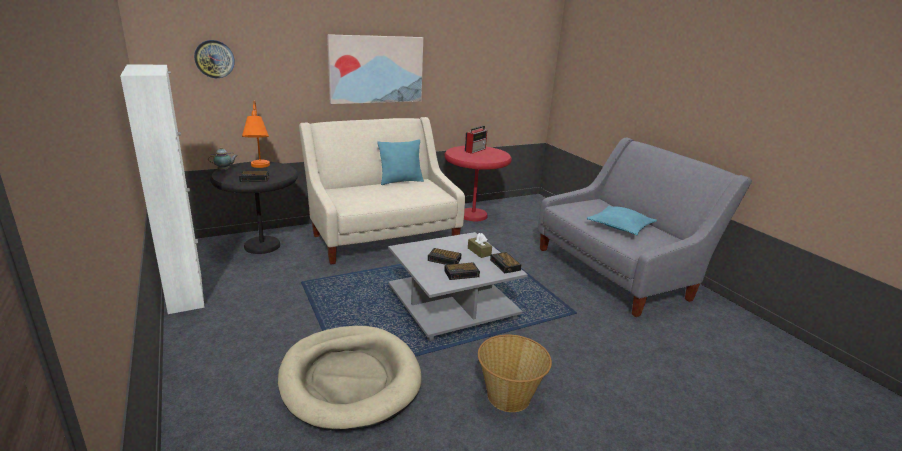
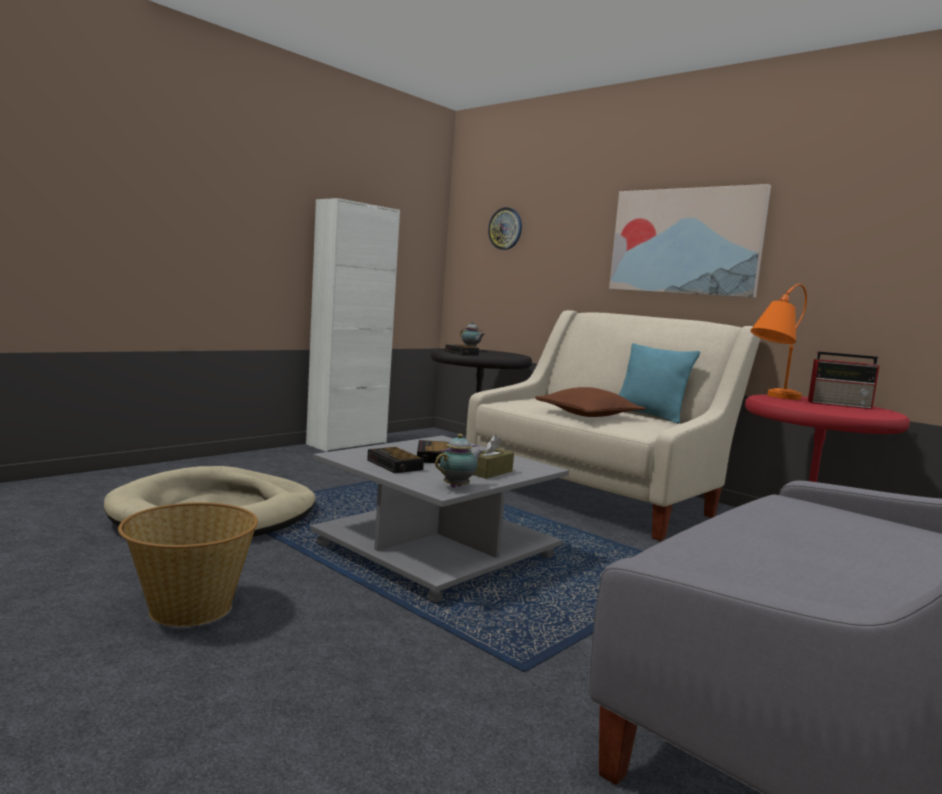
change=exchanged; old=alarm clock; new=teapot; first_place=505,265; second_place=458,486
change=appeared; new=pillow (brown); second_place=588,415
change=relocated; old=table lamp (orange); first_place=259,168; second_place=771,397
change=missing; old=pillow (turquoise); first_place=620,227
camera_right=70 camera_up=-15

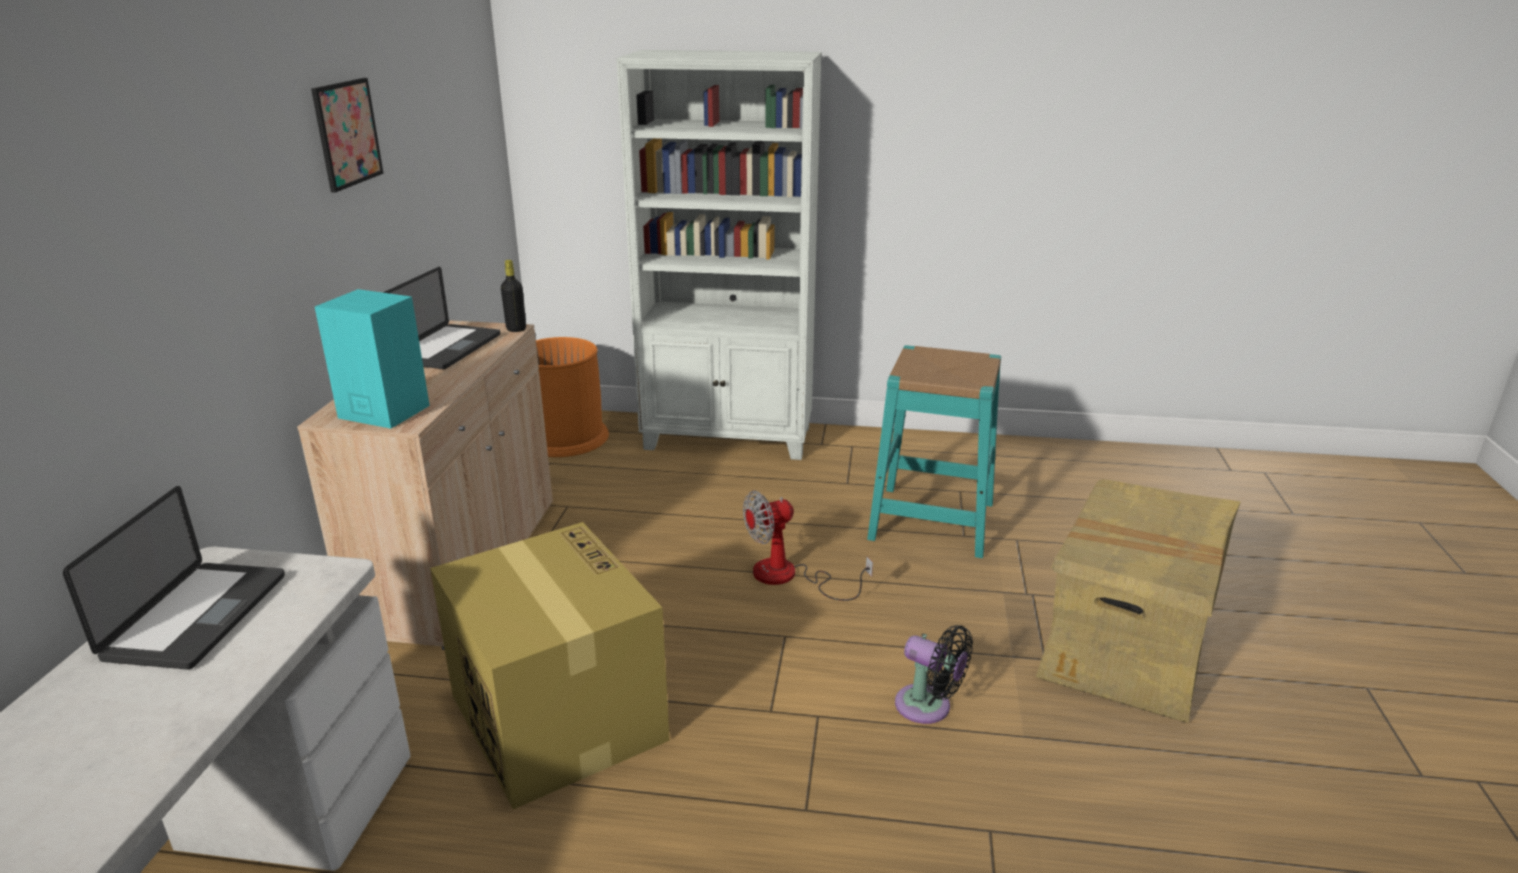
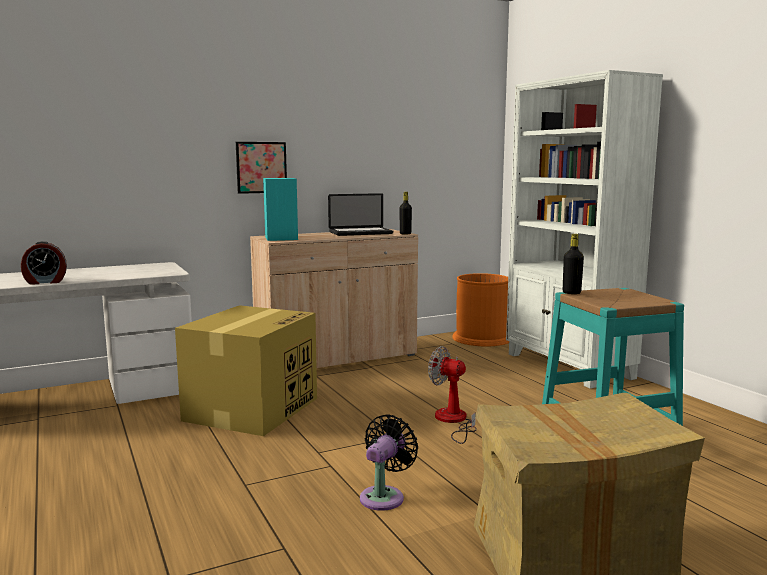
change=appeared; new=alarm clock; second_place=45,282
change=relocated; old=picture; first_place=347,133; second_place=261,167
change=spun; old=fan (black); first_place=928,707; second_place=384,496; degrees=-150
change=appeared; new=bottle (black); second_place=571,293
change=missing; old=laptop; first_place=197,616
camera_right=55 camera_up=-15

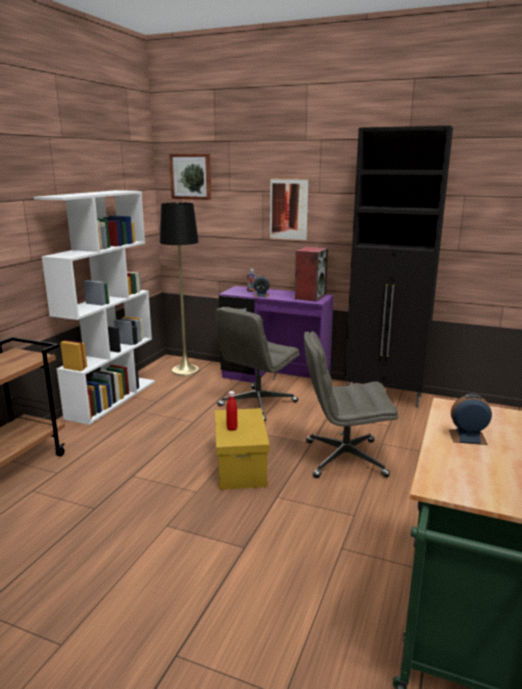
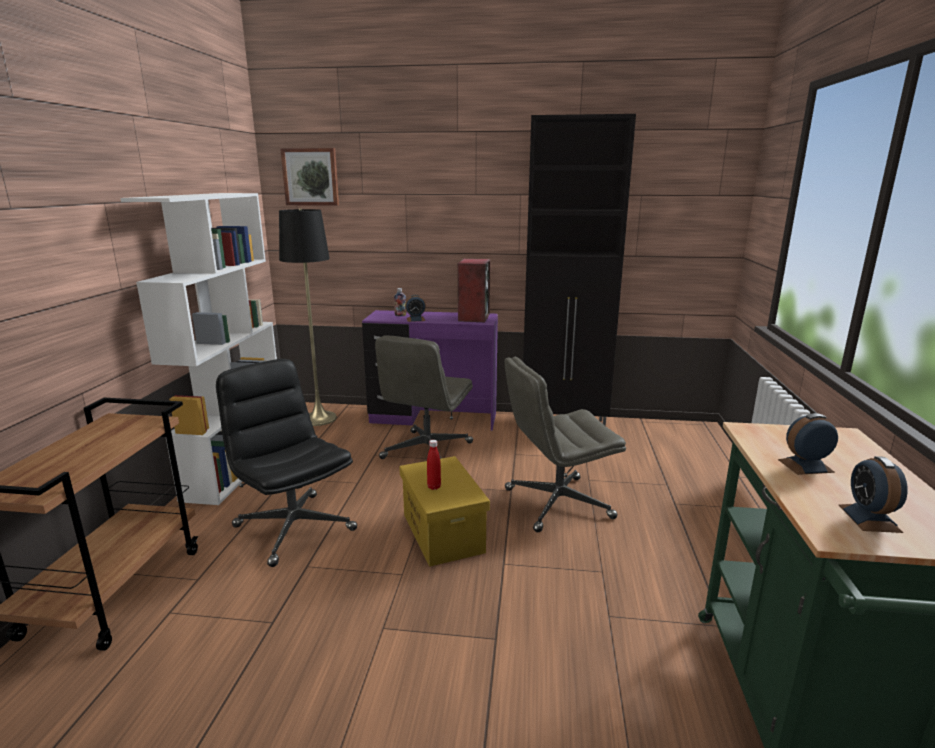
change=appeared; new=office chair (black); second_place=293,527
change=appeared; new=alarm clock; second_place=869,518
change=missing; old=picture; first_place=288,209
camera_right=-15 camera_up=0

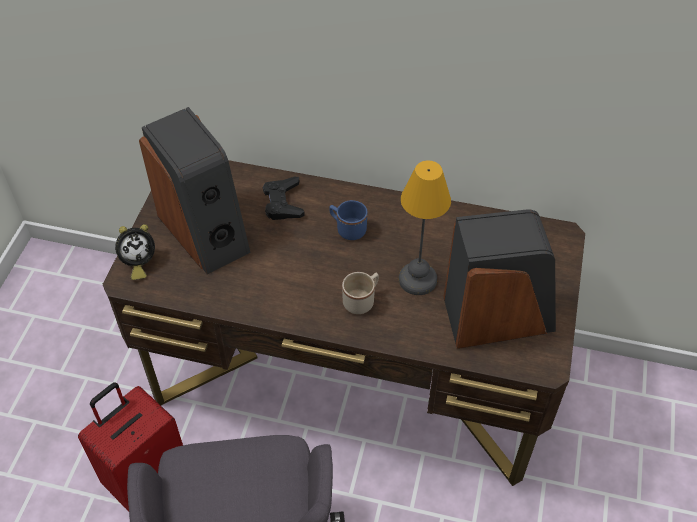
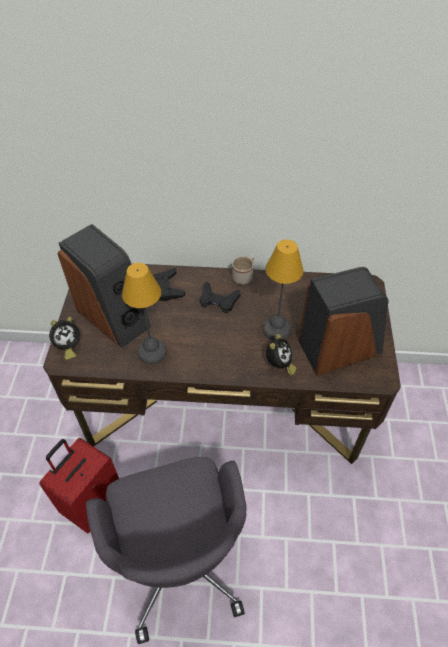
change=appeared; new=table lamp; second_place=151,352
change=exchanged; old=mug (blue); new=game controller (black); first_place=347,229; second_place=218,300
change=relocated; old=mug (beige); first_place=362,300; second_place=244,276
change=appeared; new=alarm clock; second_place=279,365
camera_right=-10 camera_up=0

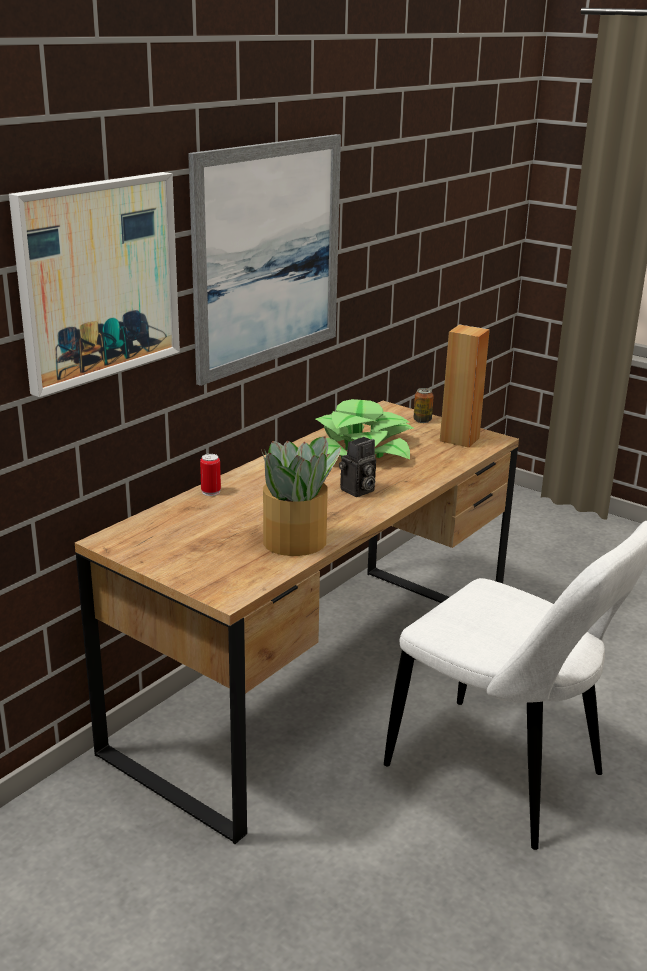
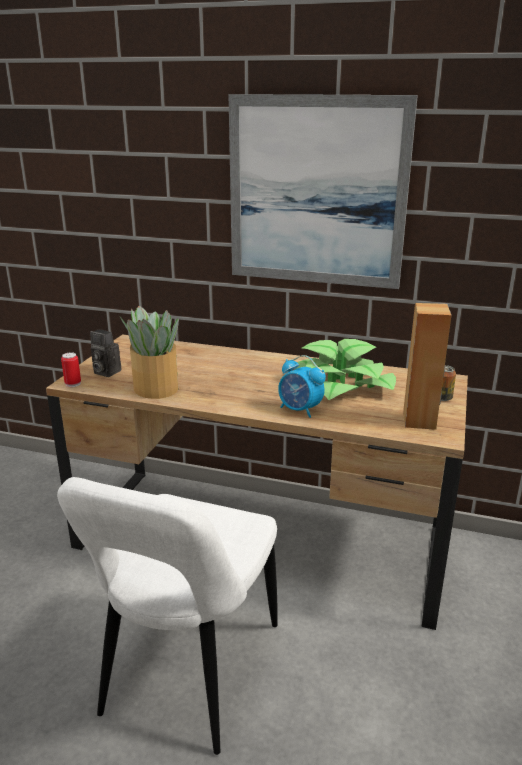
change=relocated; old=can; first_place=211,492; second_place=73,384
change=relocated; old=photo camera; first_place=357,491; second_place=105,372
change=appeared; new=alarm clock; second_place=300,410
change=missing; old=picture; first_place=98,280
camera_right=70 camera_up=0

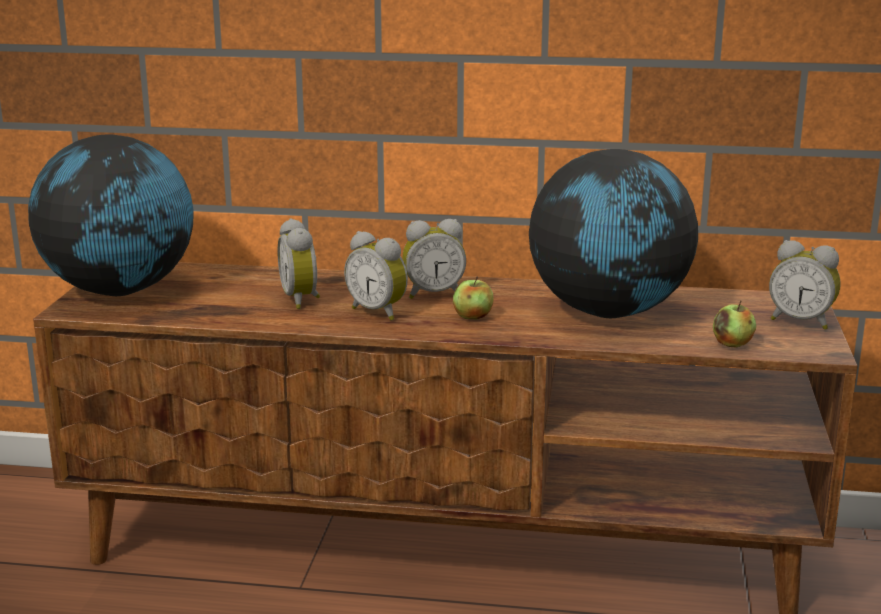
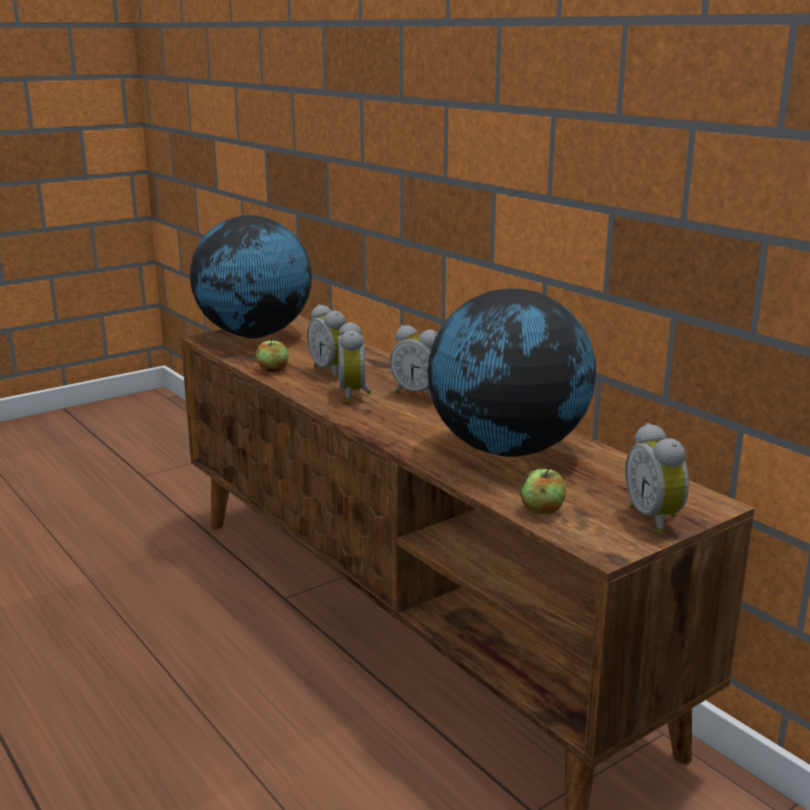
change=relocated; old=apple; first_place=472,317; second_place=272,370
change=spun; old=alarm clock; first_place=302,299; second_place=332,371; degrees=-60
camera_right=45 camera_up=0

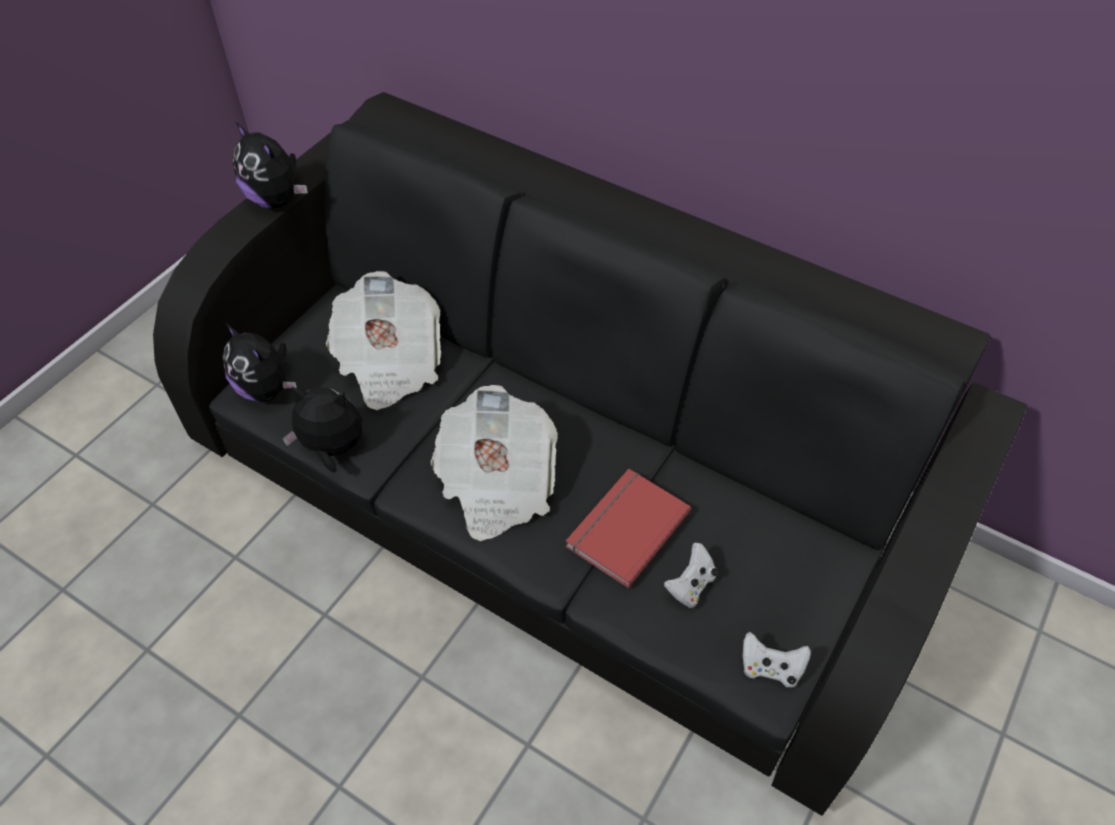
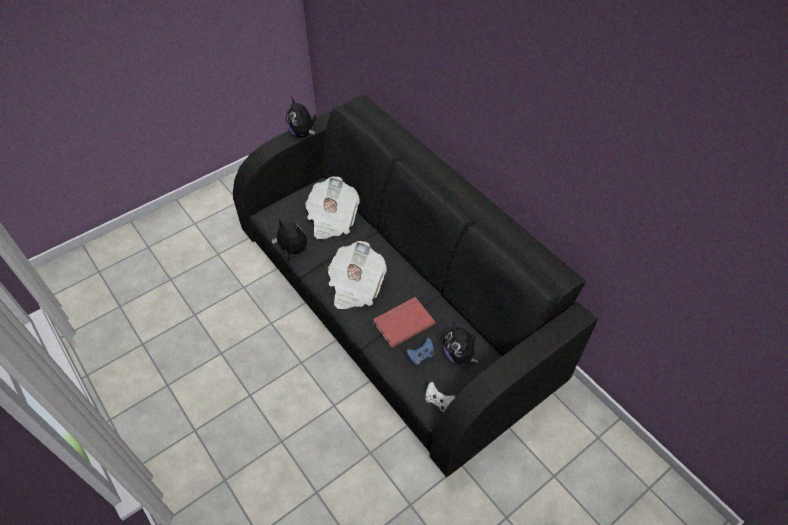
change=colour; old=game controller (white); new=game controller (blue); first_place=690,585; second_place=421,356
change=relocated; old=plush toy; first_place=267,389; second_place=459,355
camera_right=20 camera_up=0

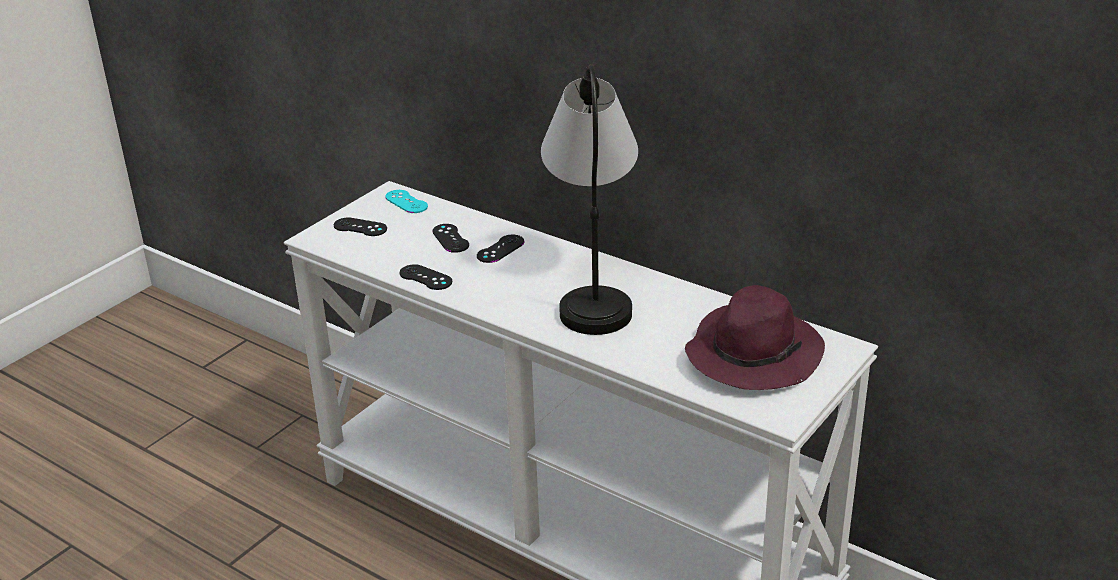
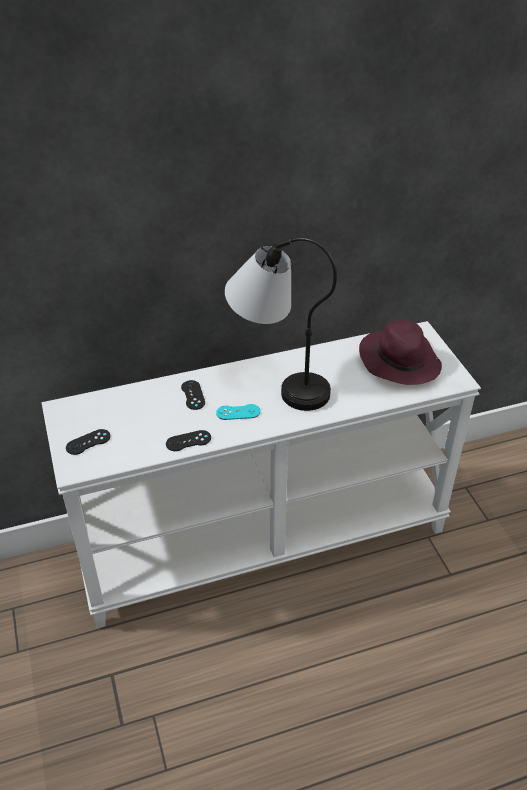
change=relocated; old=game controller (turquoise); first_place=406,202; second_place=238,412
change=missing; old=game controller (black); first_place=450,238
camera_right=-55 camera_up=10

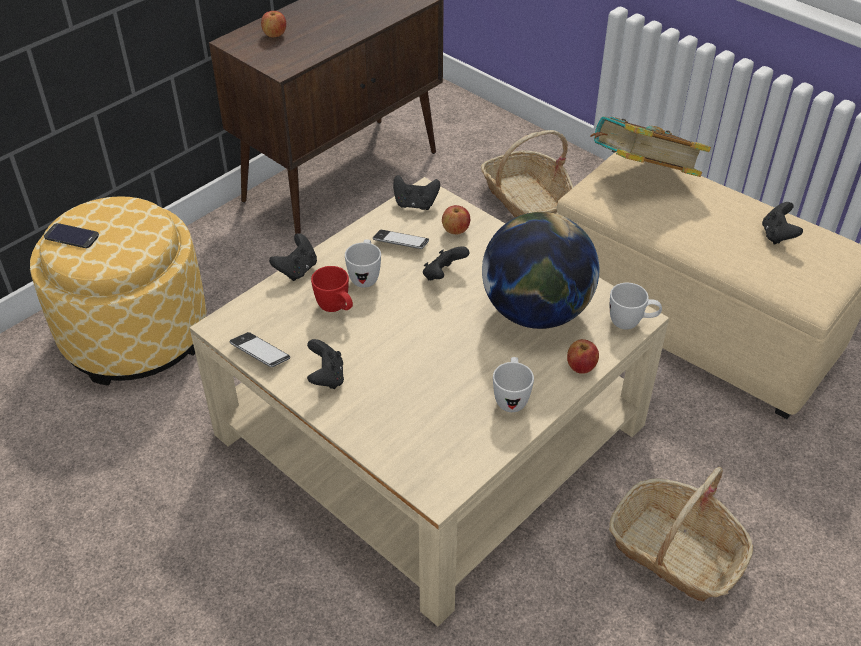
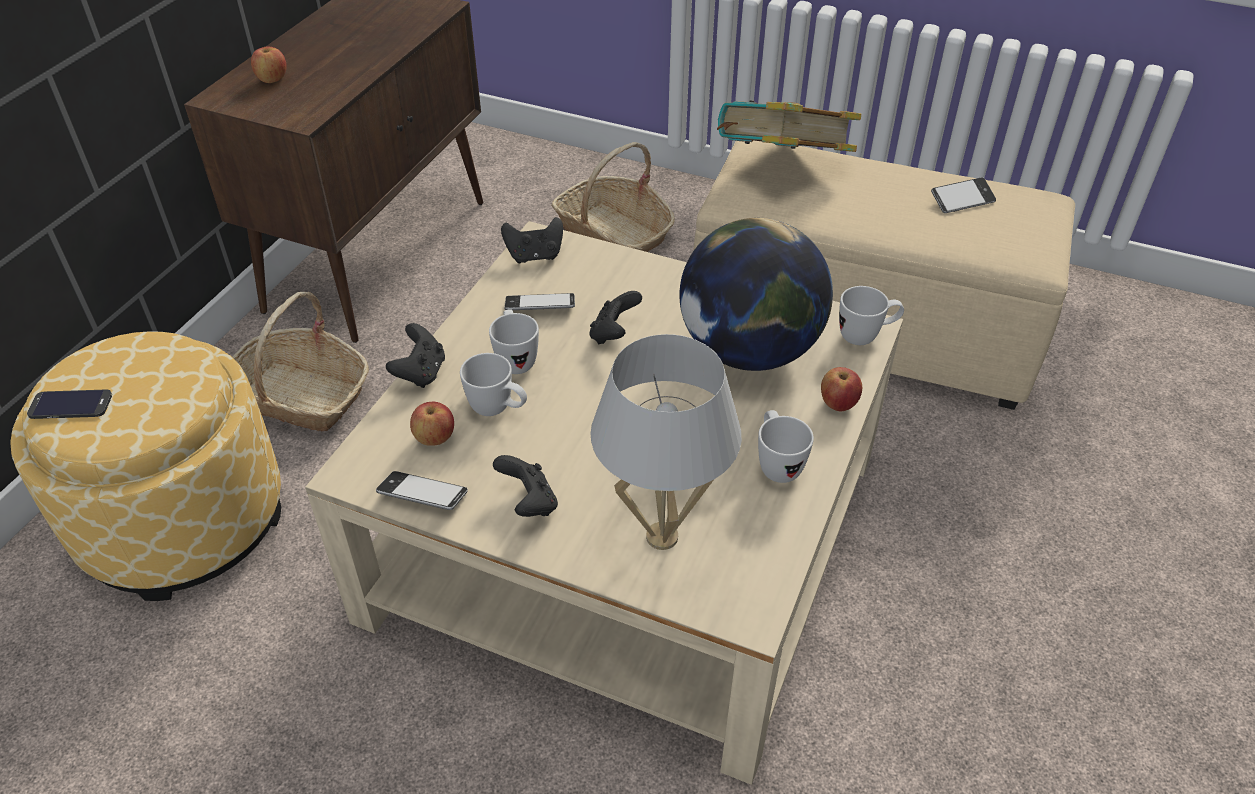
change=relocated; old=basket; first_place=675,552; second_place=300,396
change=relocated; old=apple; first_place=455,230; second_place=435,438
change=colour; old=mug (red); new=mug (white); first_place=336,309; second_place=498,410
change=appeared; new=table lamp (white); second_place=662,536
change=exchanged; old=game controller (black); new=phone; first_place=777,235; second_place=962,200
camera_right=-20 camera_up=0

